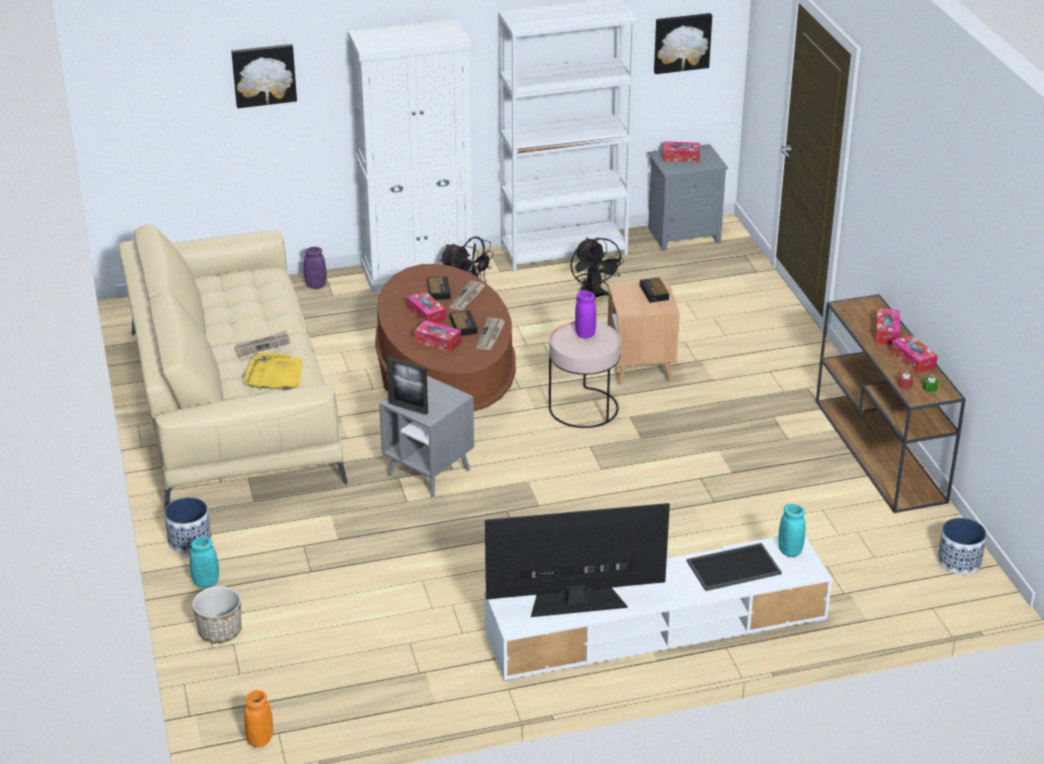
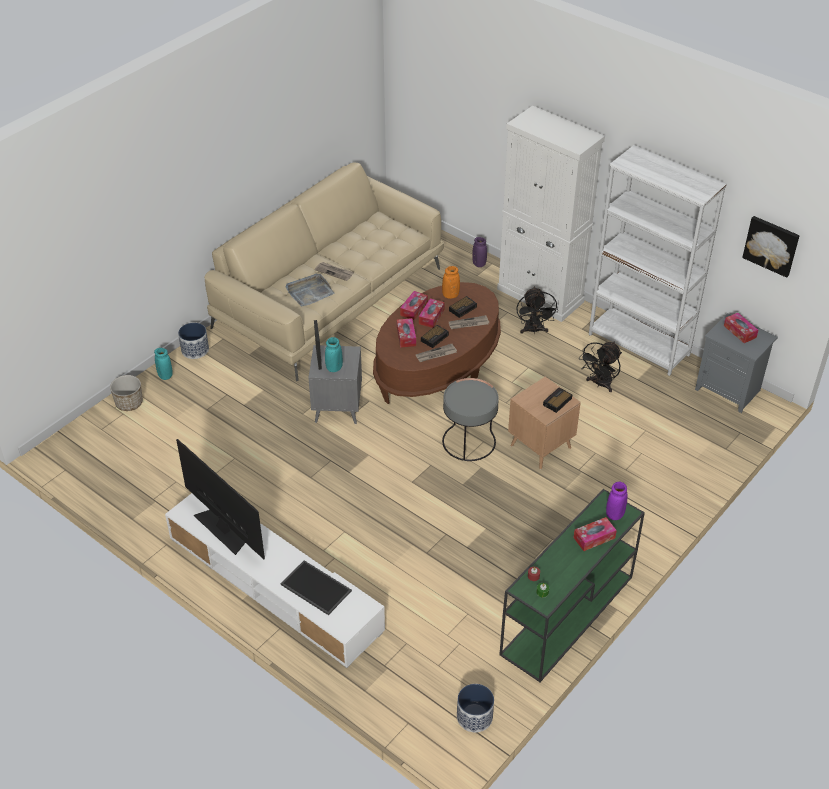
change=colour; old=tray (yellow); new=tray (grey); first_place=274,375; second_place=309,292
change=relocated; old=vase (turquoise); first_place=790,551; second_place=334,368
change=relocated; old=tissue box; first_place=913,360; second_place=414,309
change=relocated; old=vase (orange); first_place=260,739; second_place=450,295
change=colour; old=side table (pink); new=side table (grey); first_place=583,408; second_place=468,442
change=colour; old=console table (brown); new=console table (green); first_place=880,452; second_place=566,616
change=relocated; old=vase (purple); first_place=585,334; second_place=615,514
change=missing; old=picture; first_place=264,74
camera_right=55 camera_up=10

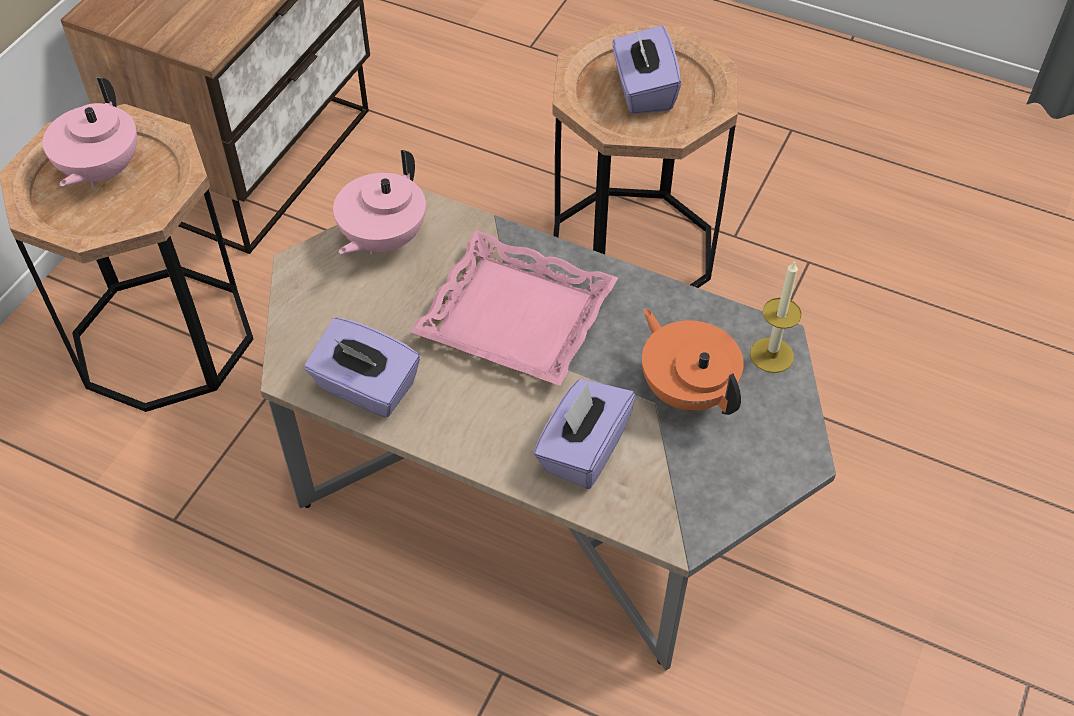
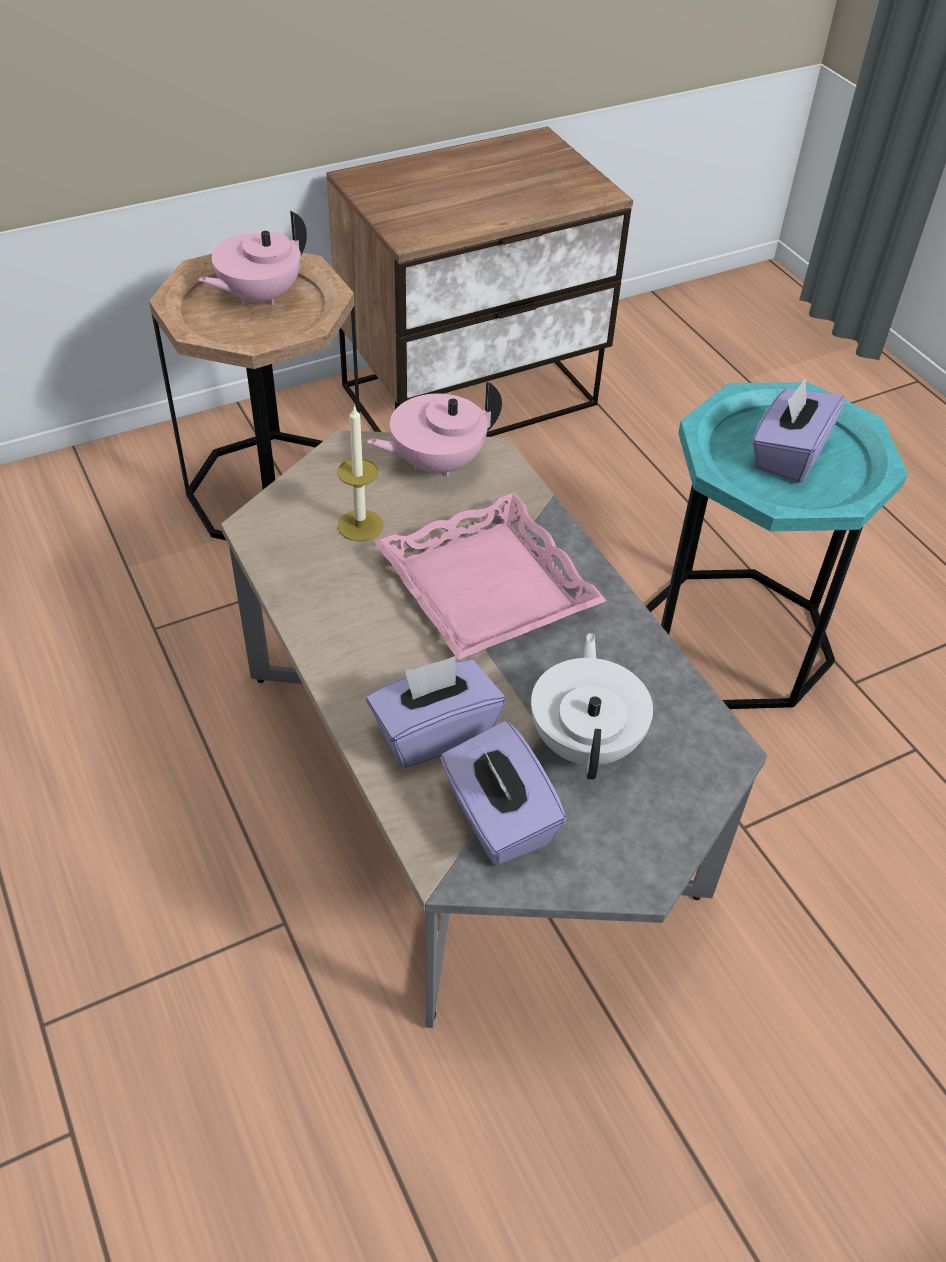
change=relocated; old=candle; first_place=771,355; second_place=360,525
change=relocated; old=tissue box (purple); first_place=366,388; second_place=498,818
change=colour; old=teapot (orange); new=teapot (white); first_place=687,389; second_place=586,741
change=colour; old=side table (brown); new=side table (turquoise); first_place=631,250; second_place=736,638
camera_right=35 camera_up=-5

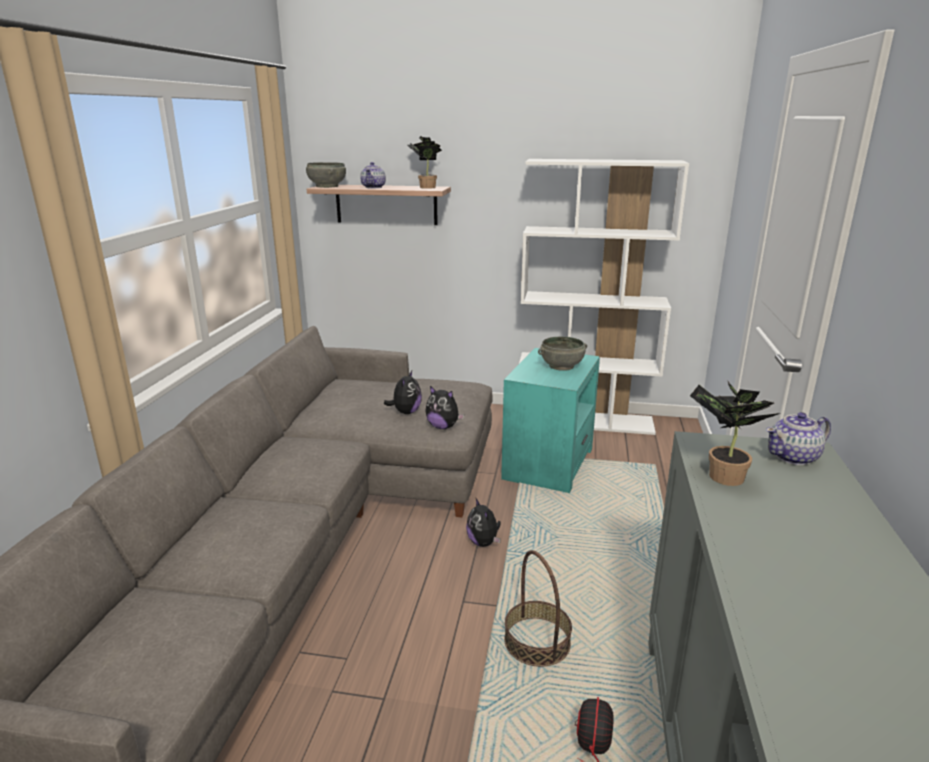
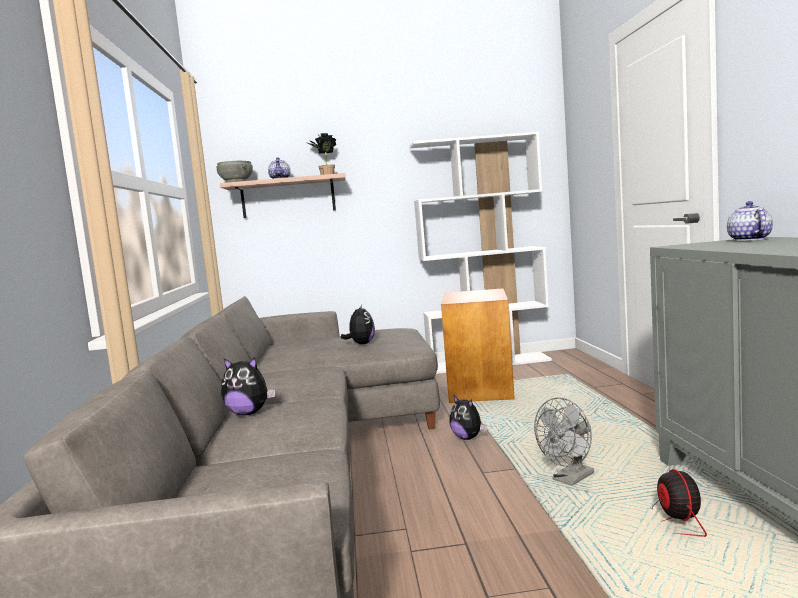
change=relocated; old=plush toy; first_place=443,427; second_place=248,413
change=colour; old=side table (turquoise); new=side table (brown); first_place=549,463; second_place=481,388
change=exchanged; old=basket; new=fan (grey); first_place=537,641; second_place=570,480
change=spun; old=teapot; first_place=794,457; second_place=749,239; degrees=135
change=missing; old=bowl (grey); first_place=562,366
change=missing; old=potted plant; first_place=720,476
camera_right=-15 camera_up=-15

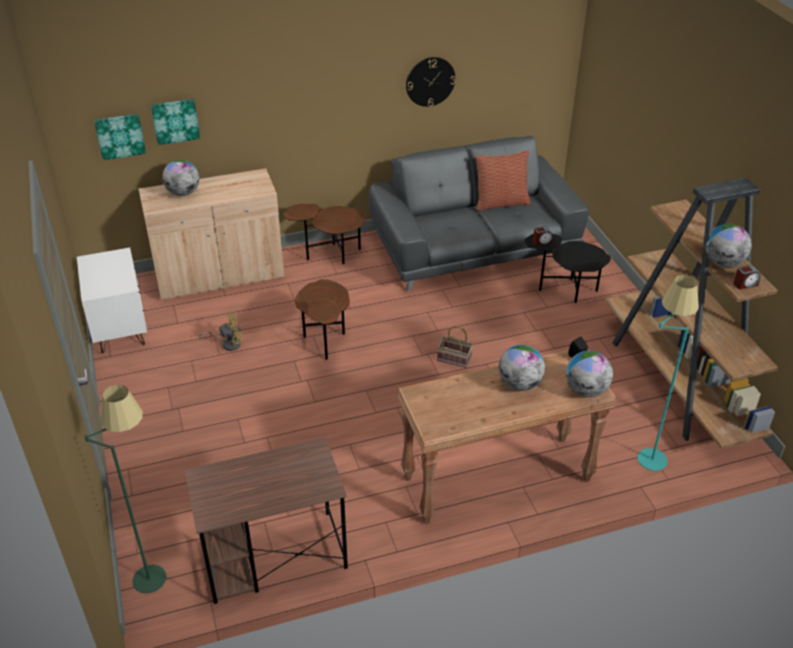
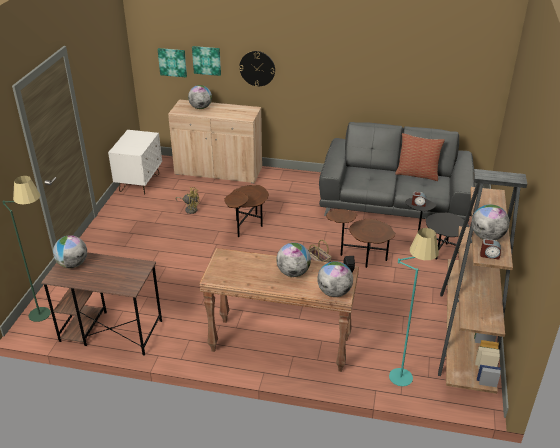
change=appeared; new=globe; second_place=73,264
change=relocated; old=wall clock; first_place=430,81; second_place=257,68
change=relocated; old=side table (brown); first_place=331,255; second_place=361,257
camera_right=30 camera_up=-5

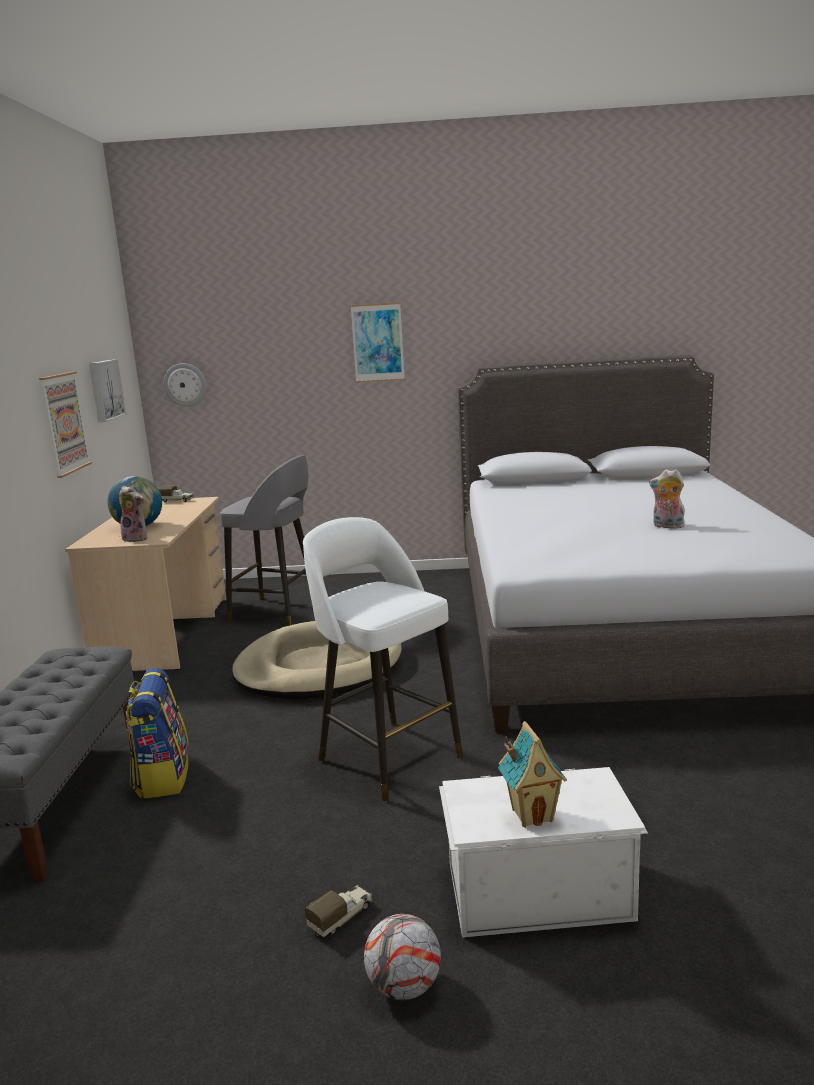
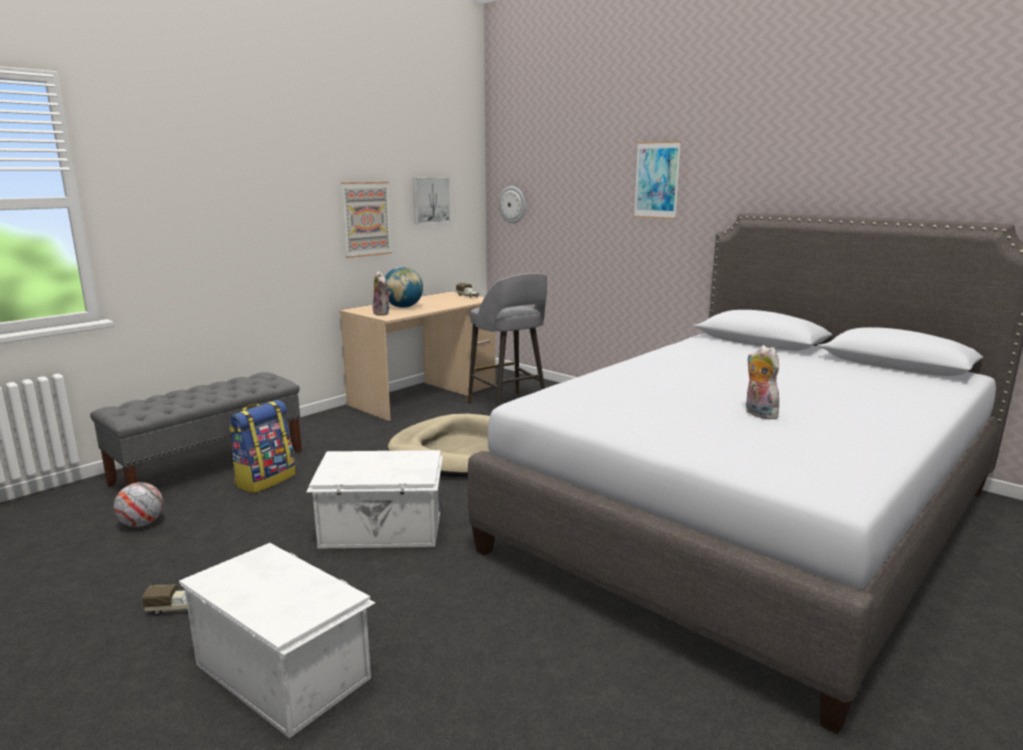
change=relocated; old=football; first_place=404,986; second_place=142,524
change=exchanged; old=stool (white); new=storage box (white); first_place=387,757; second_place=382,530
change=missing; old=toy house; first_place=532,814
camera_right=40 camera_up=0

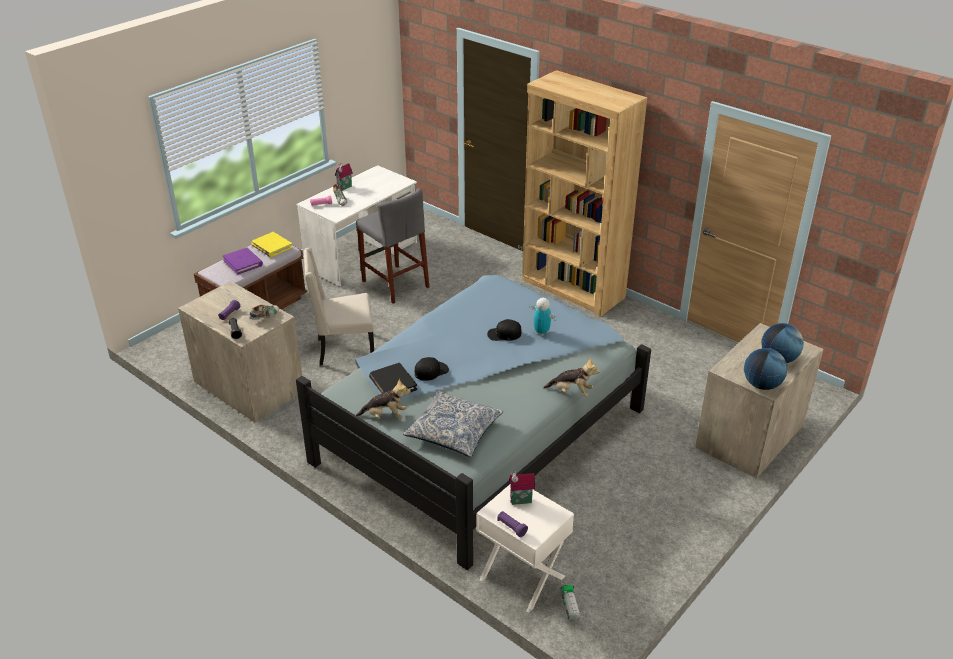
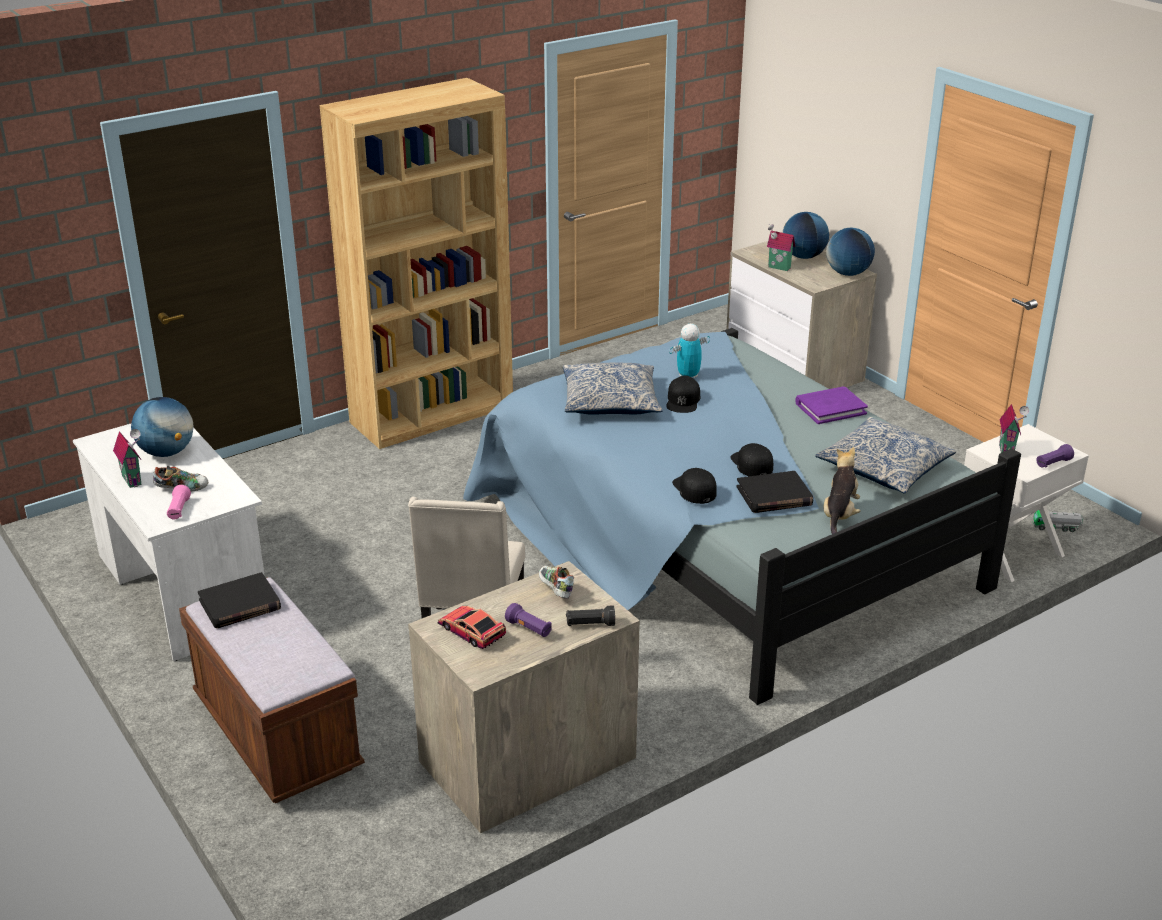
change=appeared; new=globe; second_place=167,452
change=colour; old=book (yellow); new=book (black); first_place=271,246; second_place=240,605
change=appeared; new=toy car; second_place=471,631
change=appeared; new=pillow; second_place=610,401
change=appeared; new=cap (black); second_place=694,489
change=appeared; new=toy house; second_place=778,268
change=relocated; old=book (purple); first_place=243,262; second_place=830,408
change=missing; old=stool (grey); first_place=395,284
change=missing; old=plush toy; first_place=571,392
camera_right=-75 camera_up=-5

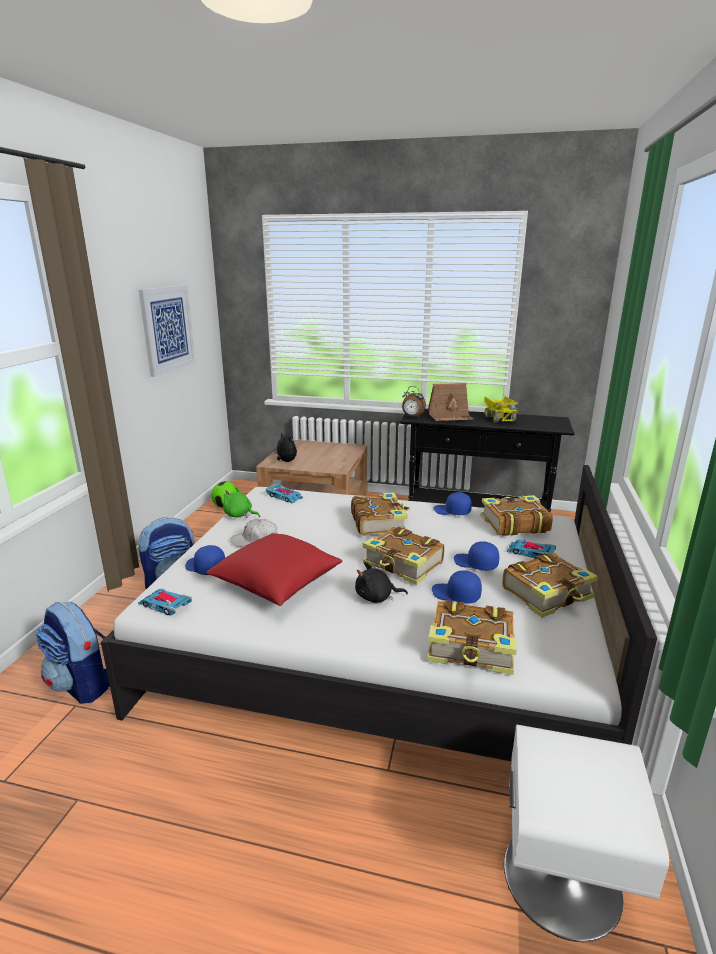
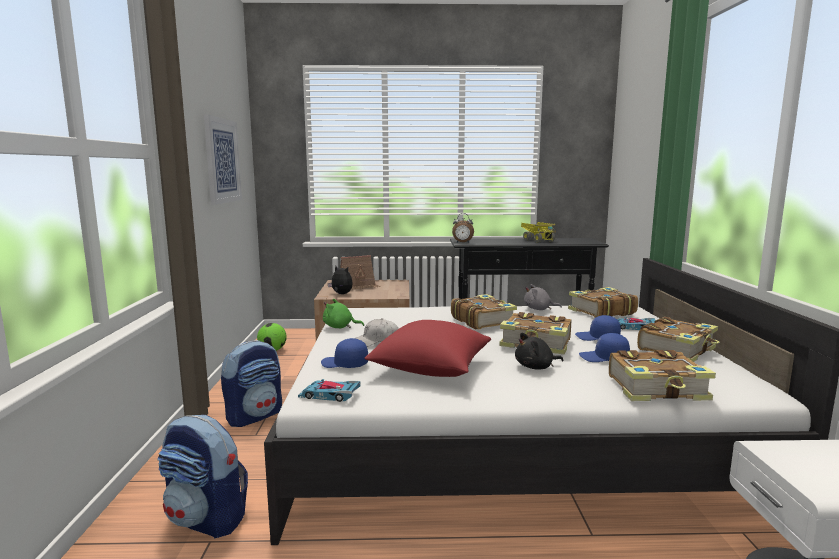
change=relocated; old=toy house; first_place=450,417; second_place=359,286
change=exchanged; old=cap (blue); new=plush toy (grey); first_place=452,511; second_place=539,309
change=missing; old=toy car; first_place=284,496
camera_right=-15 camera_up=-10

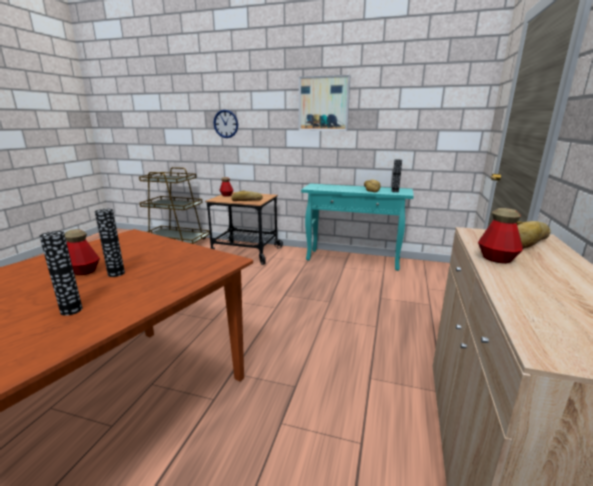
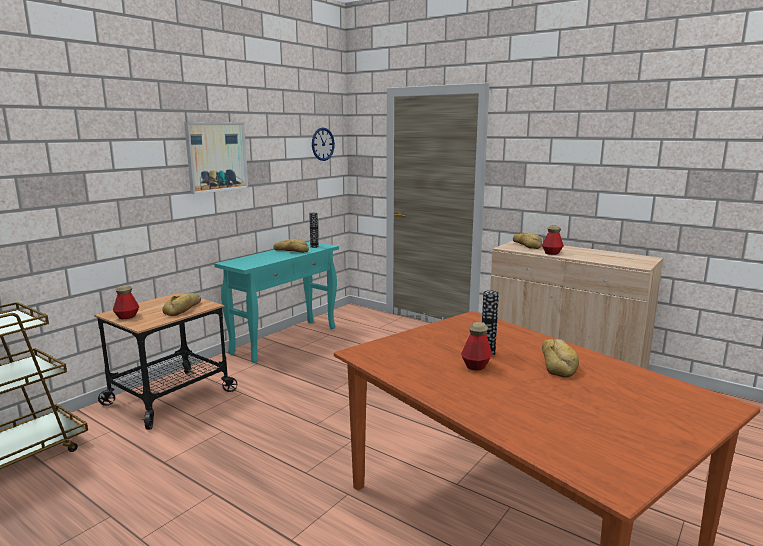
change=relocated; old=wall clock; first_place=226,124; second_place=322,144
change=exchanged; old=vase; new=bread; first_place=71,310; second_place=558,363
camera_right=-70 camera_up=-5

